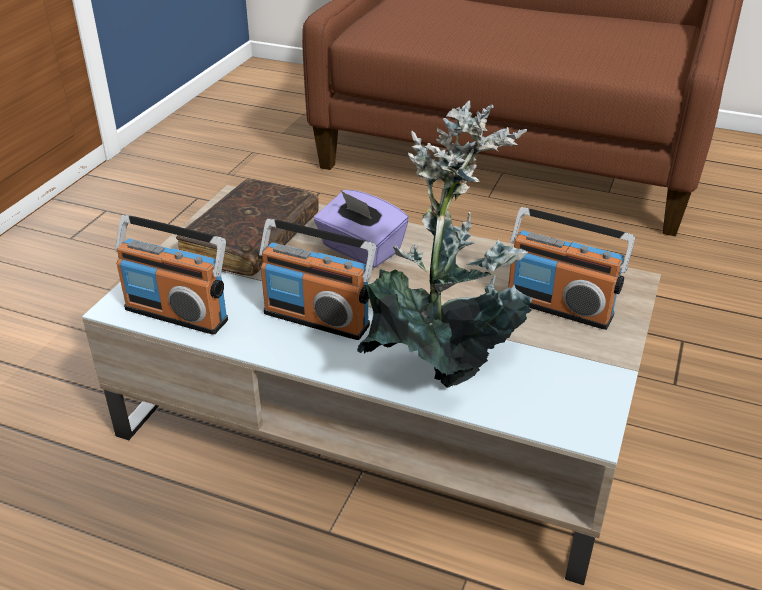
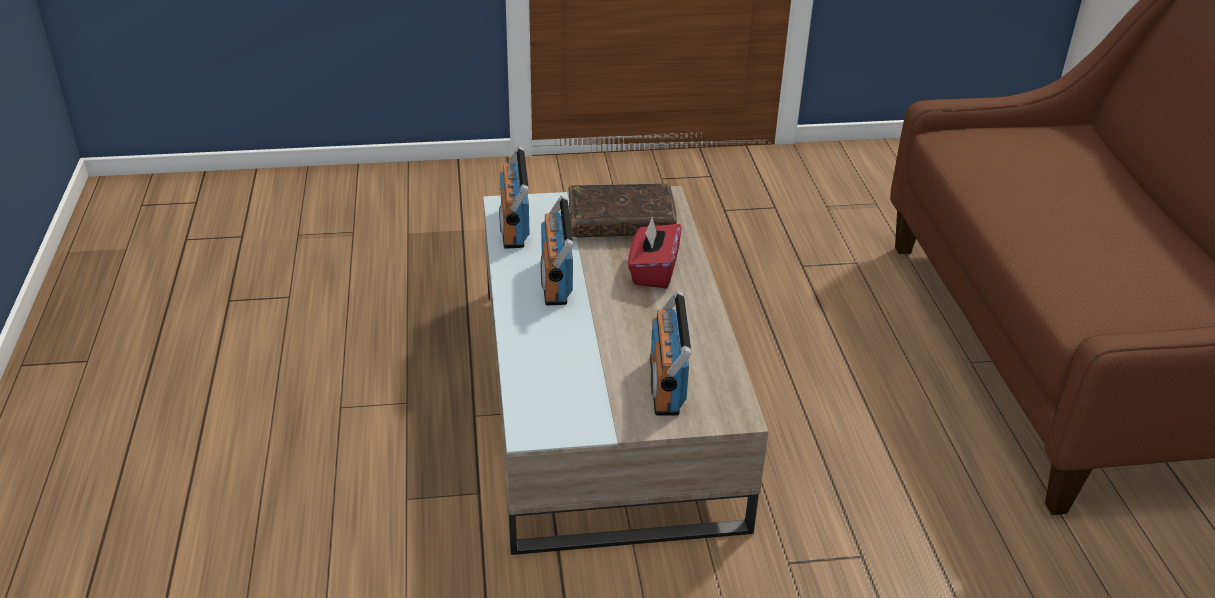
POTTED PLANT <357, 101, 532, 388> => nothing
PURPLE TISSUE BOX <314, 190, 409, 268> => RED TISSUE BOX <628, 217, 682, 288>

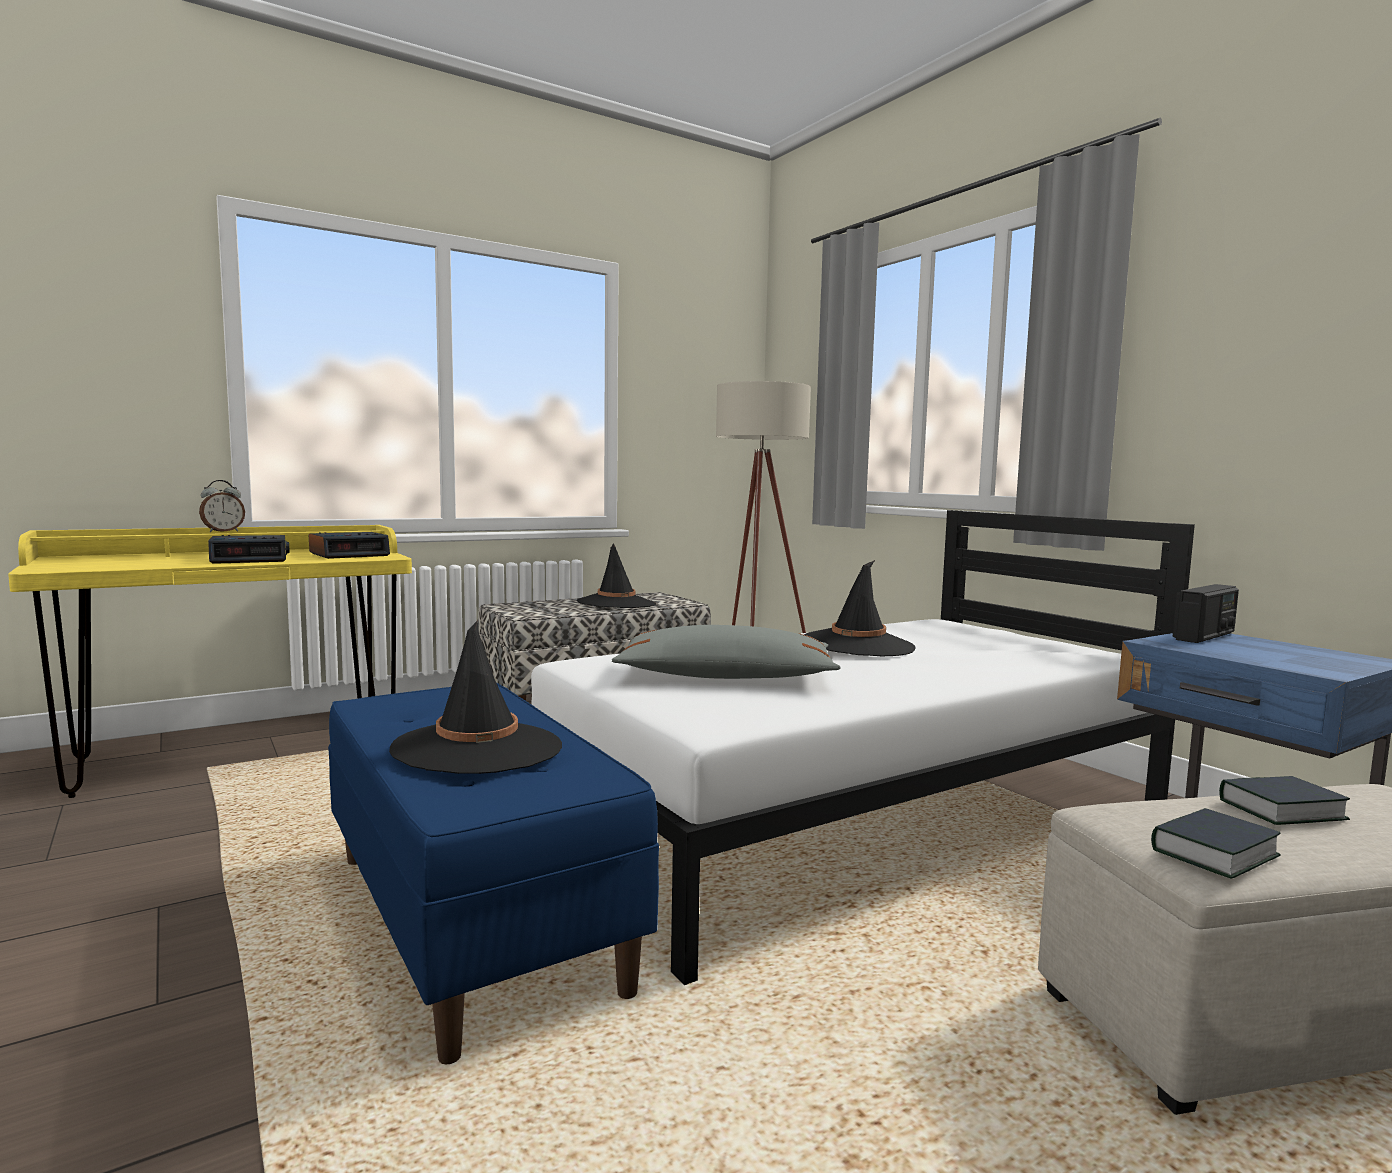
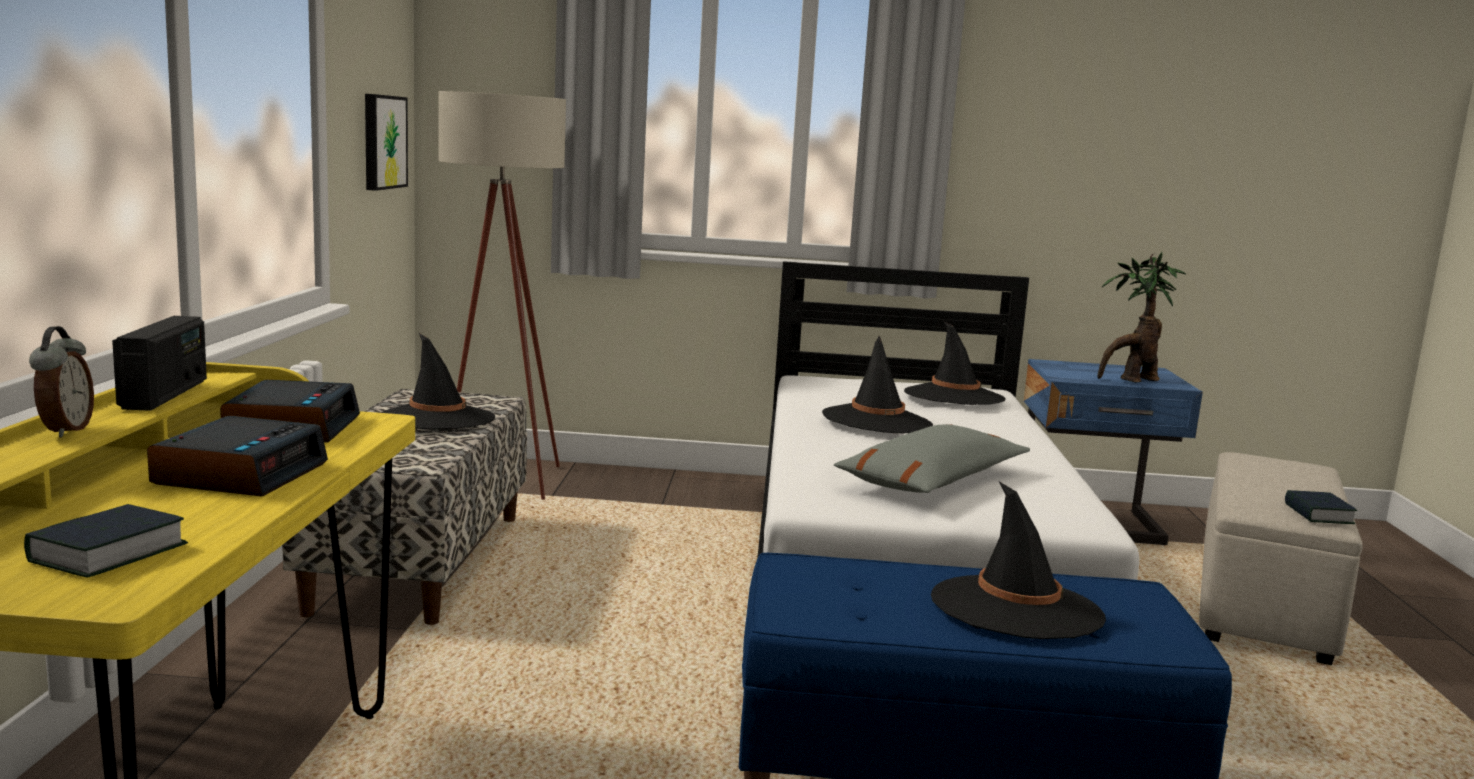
nothing => PICTURE <365, 94, 408, 191>
nothing => BLACK HAT <904, 321, 1005, 405>
nothing => POTTED PLANT <1098, 252, 1186, 383>
RADIO <1173, 584, 1239, 643> => RADIO <112, 316, 207, 411>, moved
BOOK <1219, 776, 1350, 825> => BOOK <24, 504, 188, 577>, moved

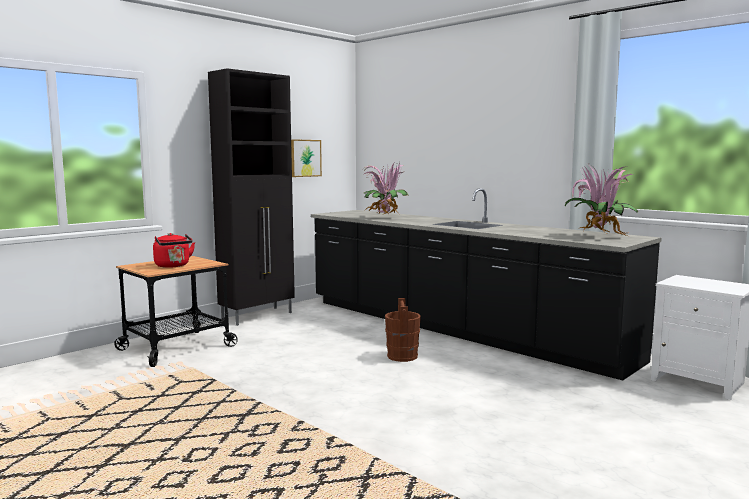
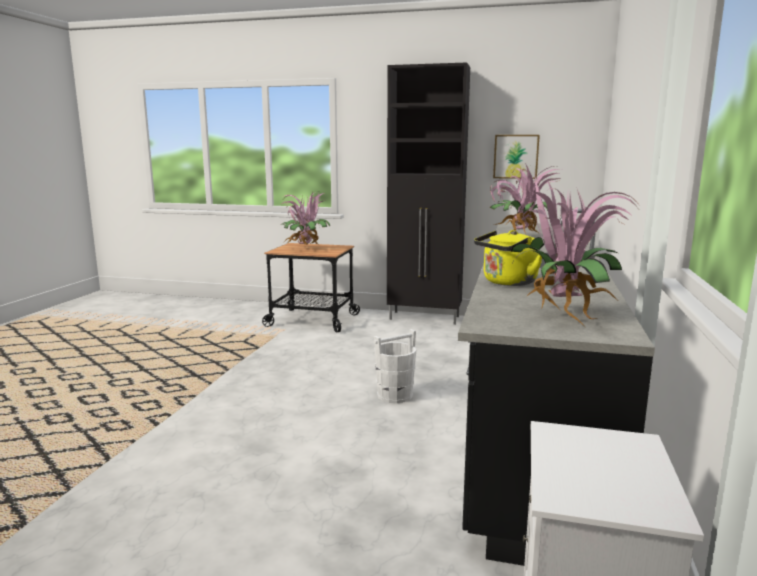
nothing => YELLOW KETTLE <474, 230, 542, 286>
RED KETTLE <153, 233, 195, 268> => POTTED PLANT <281, 192, 330, 246>
BROWN BUCKET <385, 298, 421, 362> => WHITE BUCKET <374, 329, 416, 403>

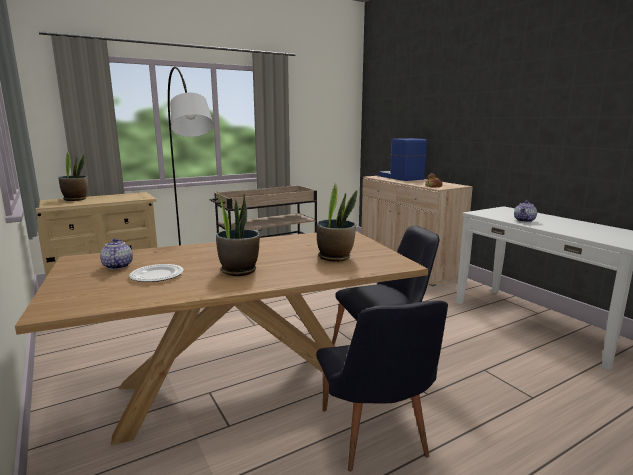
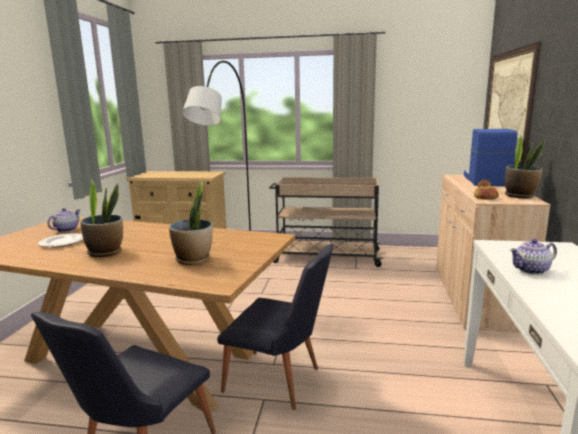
nothing => PICTURE <485, 42, 541, 165>
POTTED PLANT <59, 151, 88, 201> => POTTED PLANT <505, 134, 545, 198>, moved

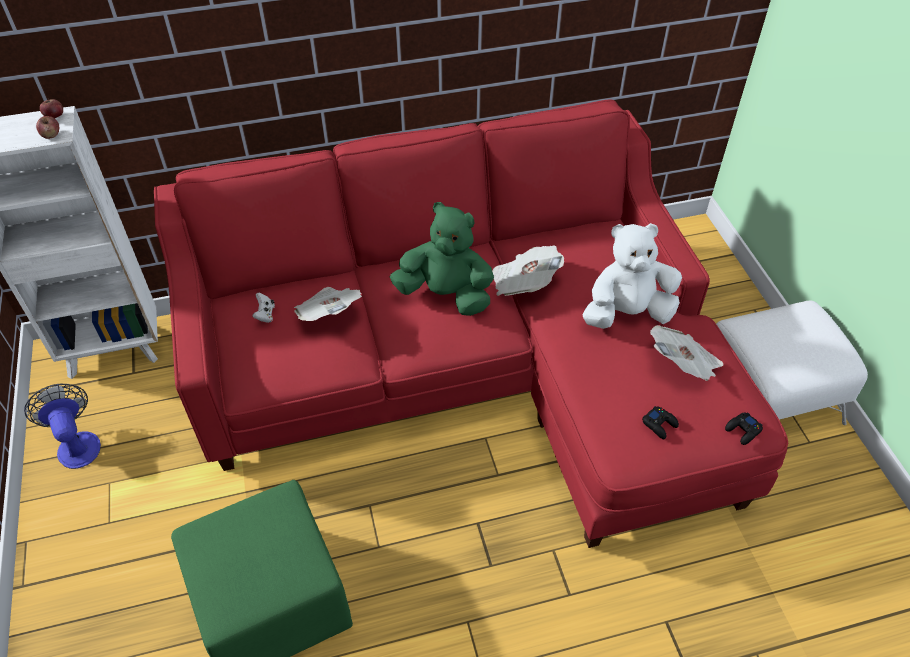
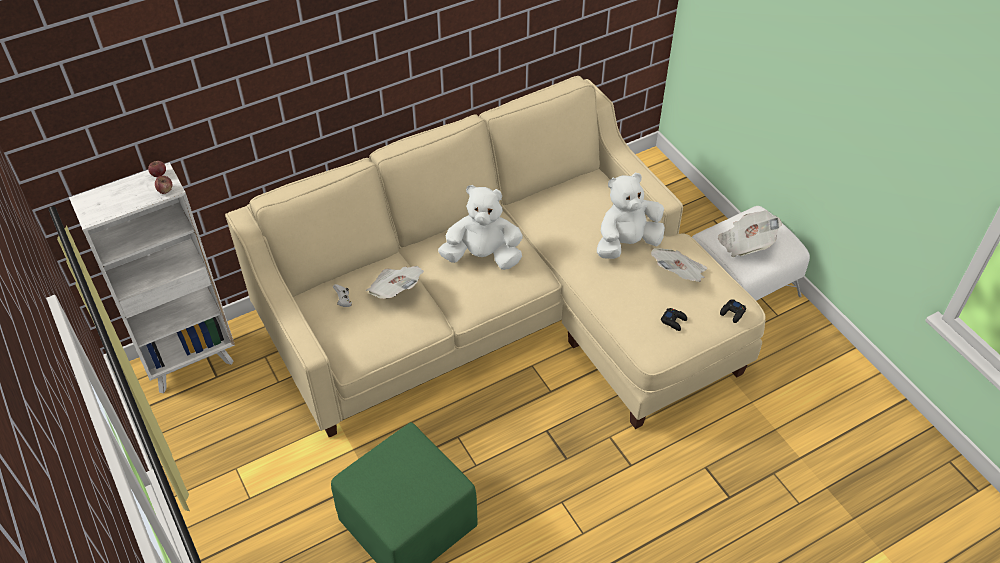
FAN <24, 384, 101, 469> => nothing
NEWSPAPER <492, 245, 564, 296> => NEWSPAPER <718, 210, 782, 257>, moved
RED SOFA <154, 99, 788, 548> => BEIGE SOFA <225, 76, 765, 438>
GREEN PLUSH TOY <390, 202, 494, 316> => WHITE PLUSH TOY <438, 185, 523, 270>

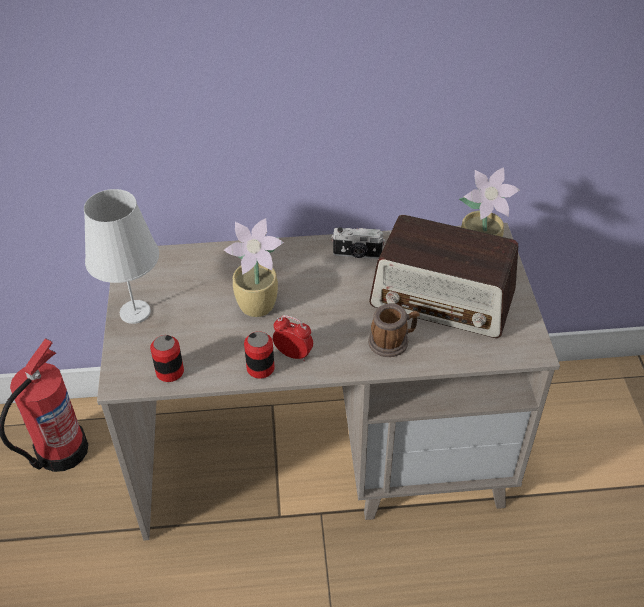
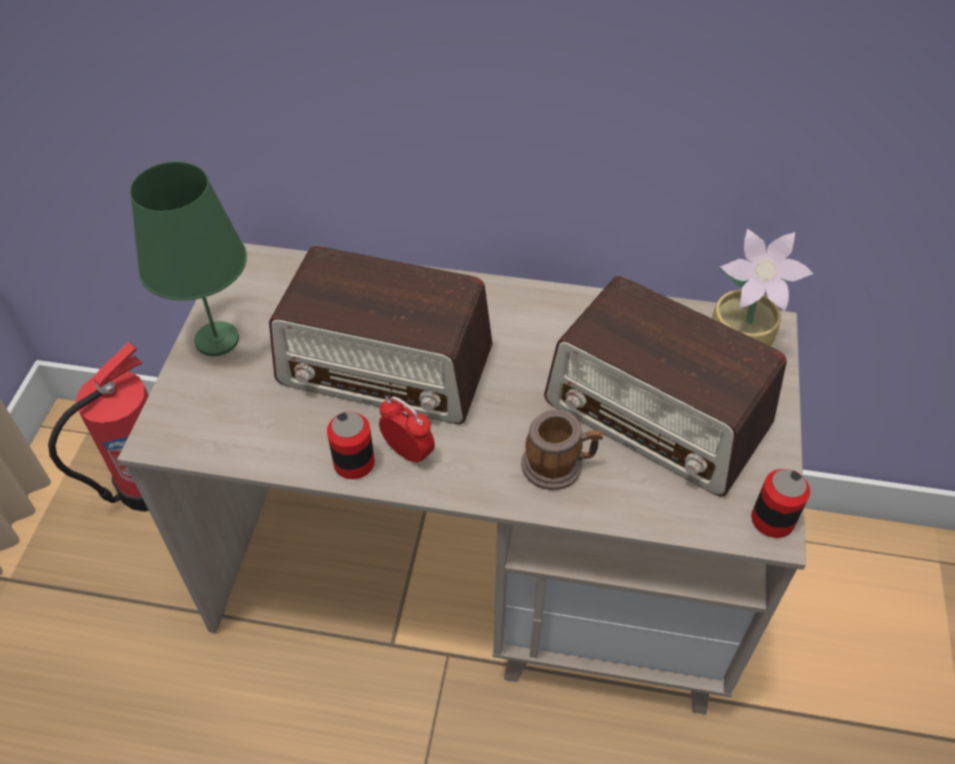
PHOTO CAMERA <331, 227, 385, 259> => nothing
CAN <150, 335, 184, 382> => CAN <751, 469, 810, 538>, moved
POTTED PLANT <224, 218, 284, 317> => RADIO <269, 246, 493, 424>
WHITE TABLE LAMP <84, 189, 159, 324> => GREEN TABLE LAMP <130, 161, 247, 356>

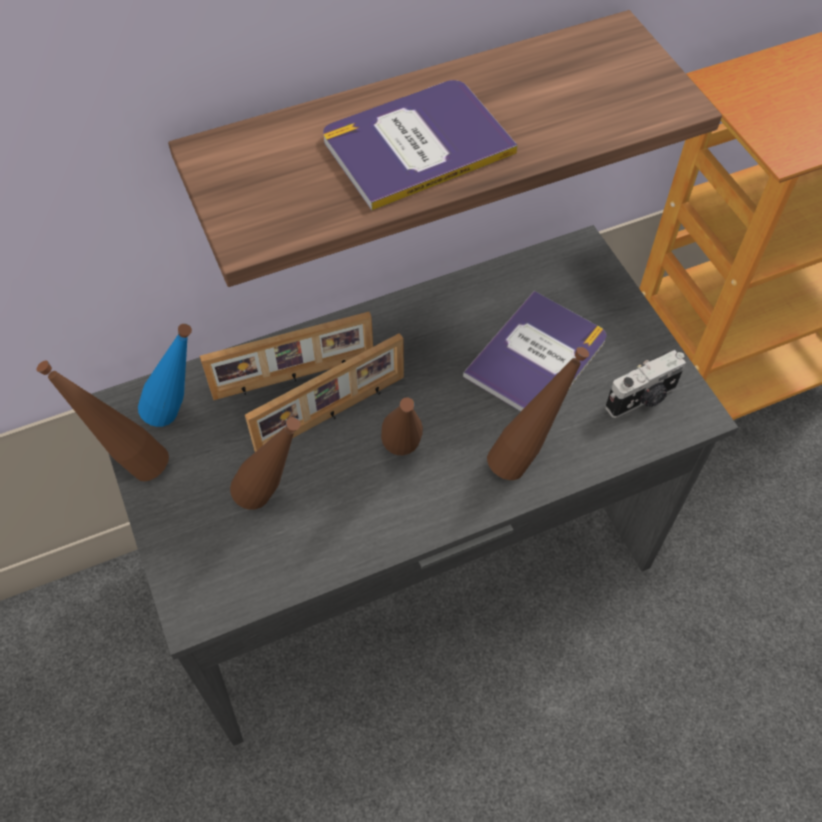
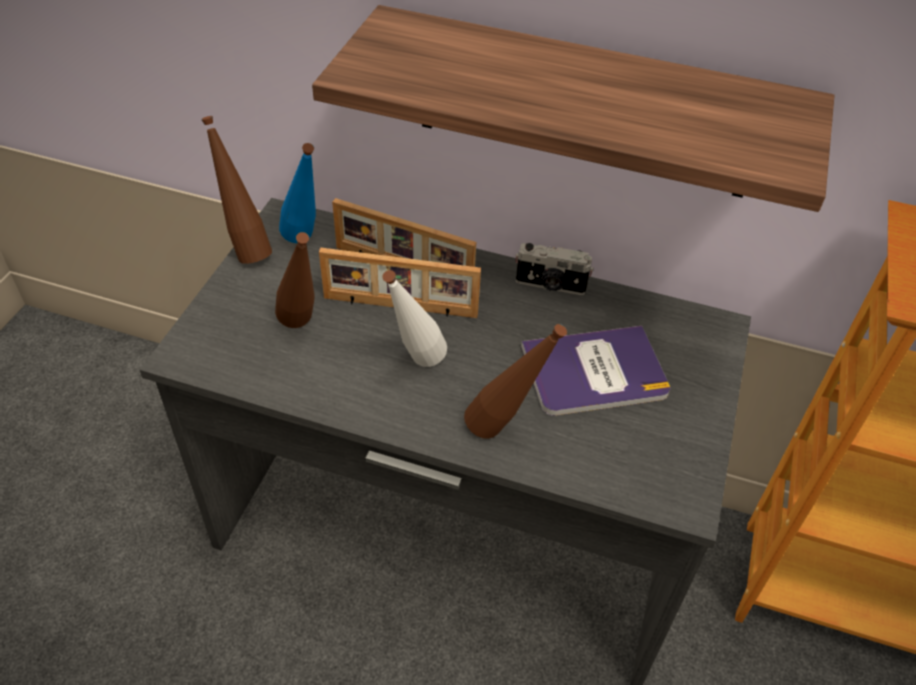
BOOK <323, 80, 518, 210> => nothing
PHOTO CAMERA <605, 350, 686, 418> => PHOTO CAMERA <515, 243, 594, 295>, moved
BROWN BOTTLE <381, 397, 423, 455> => WHITE BOTTLE <382, 270, 447, 367>

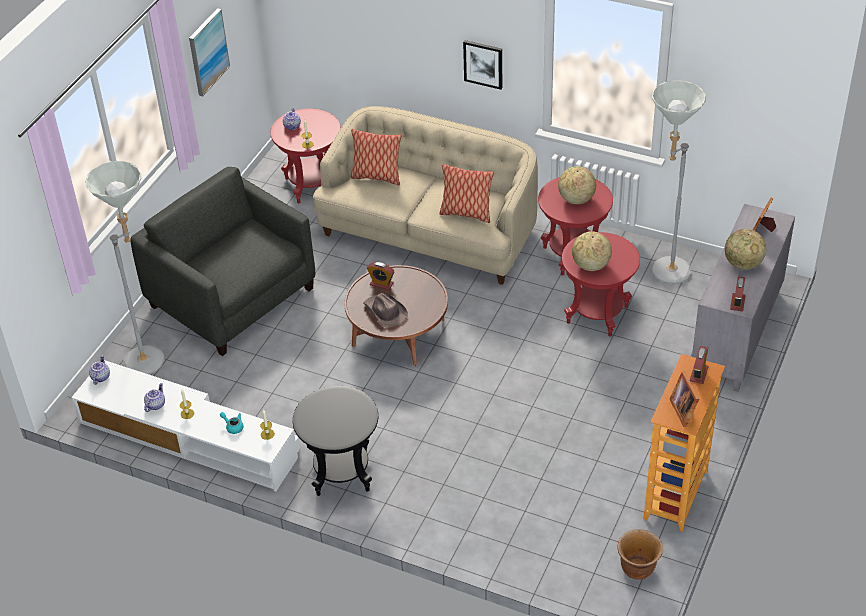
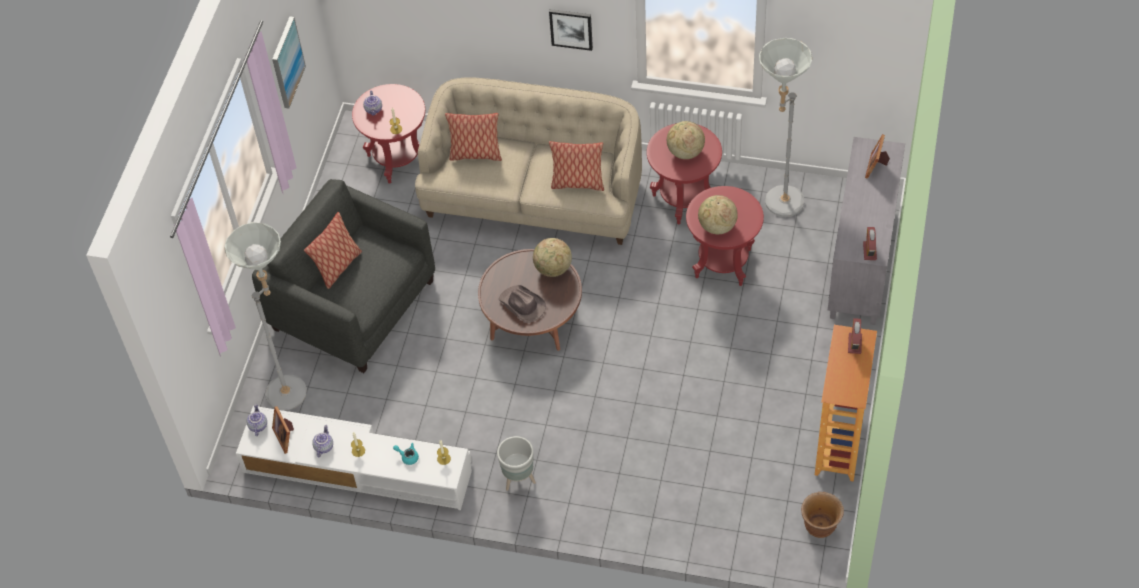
ALARM CLOCK <367, 262, 395, 290> => nothing
nothing => PILLOW <304, 212, 362, 289>
PICTURE FRAME <669, 372, 699, 427> => PICTURE FRAME <272, 406, 294, 454>, moved
GLOBE <725, 229, 767, 270> => GLOBE <533, 238, 572, 277>, moved
BLACK SIDE TABLE <293, 386, 378, 496> => GREY PLANTER <497, 436, 536, 491>

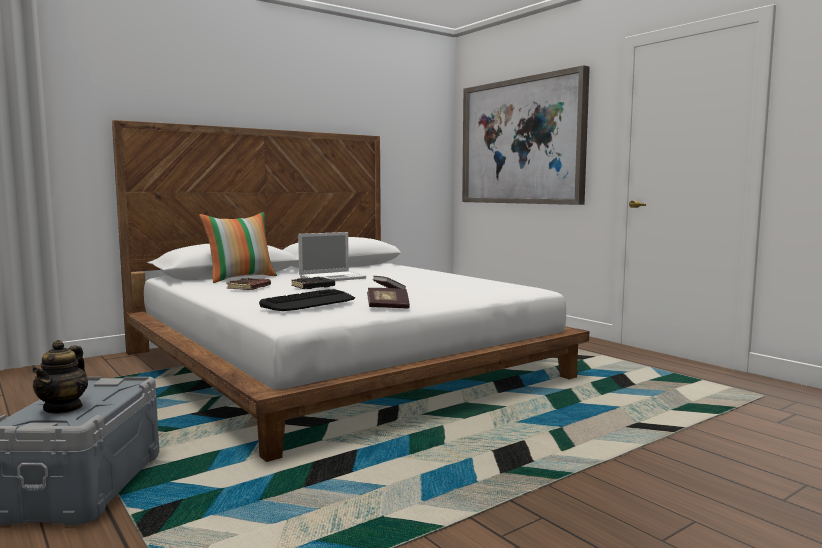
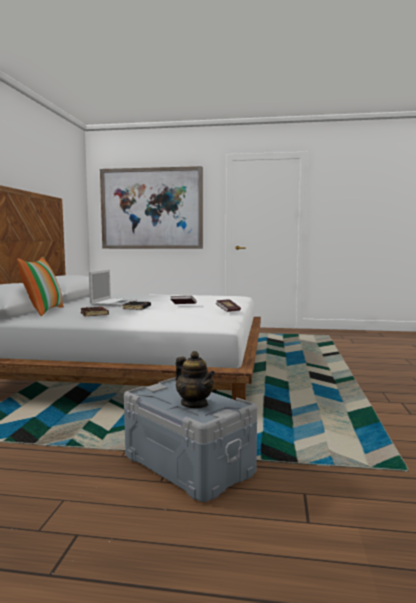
KEYBOARD <259, 289, 355, 311> => nothing

